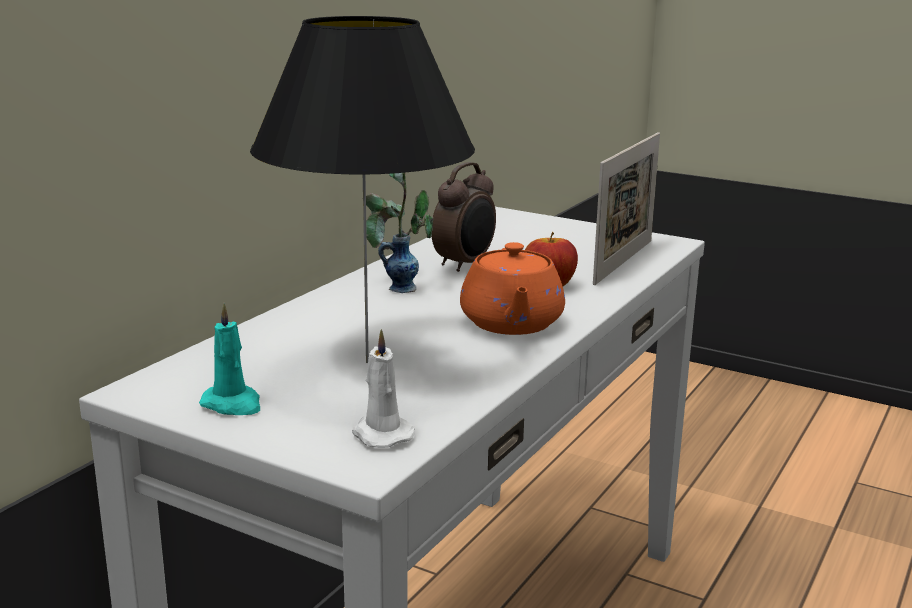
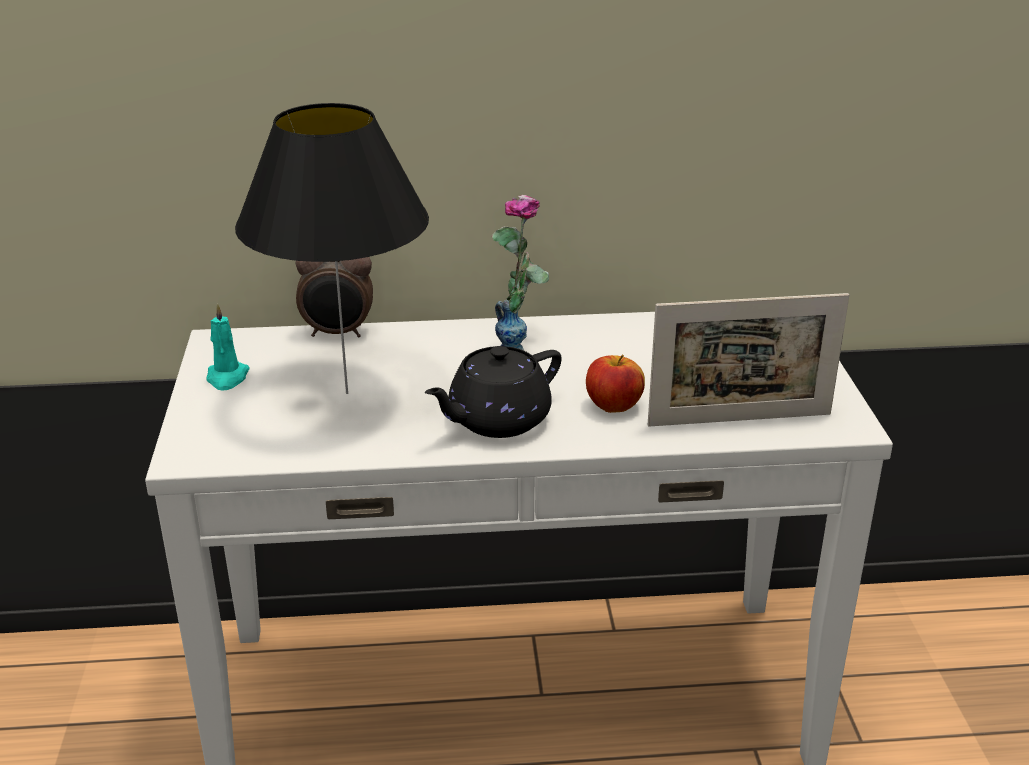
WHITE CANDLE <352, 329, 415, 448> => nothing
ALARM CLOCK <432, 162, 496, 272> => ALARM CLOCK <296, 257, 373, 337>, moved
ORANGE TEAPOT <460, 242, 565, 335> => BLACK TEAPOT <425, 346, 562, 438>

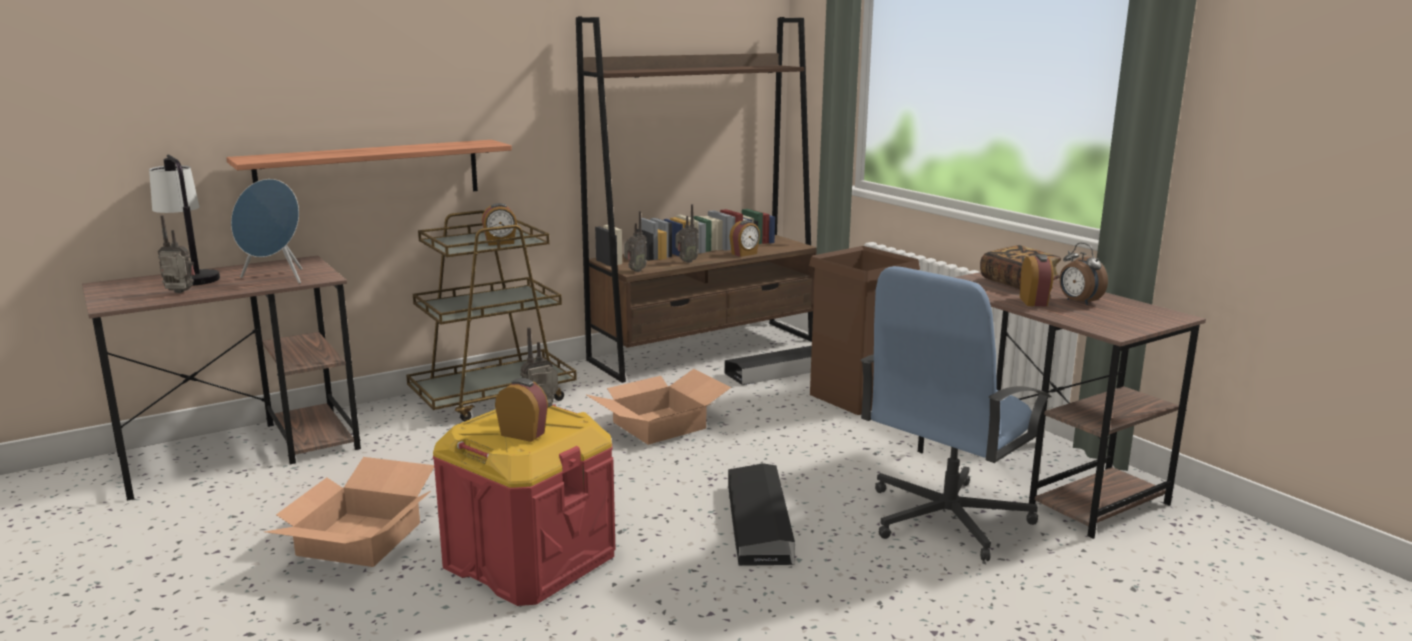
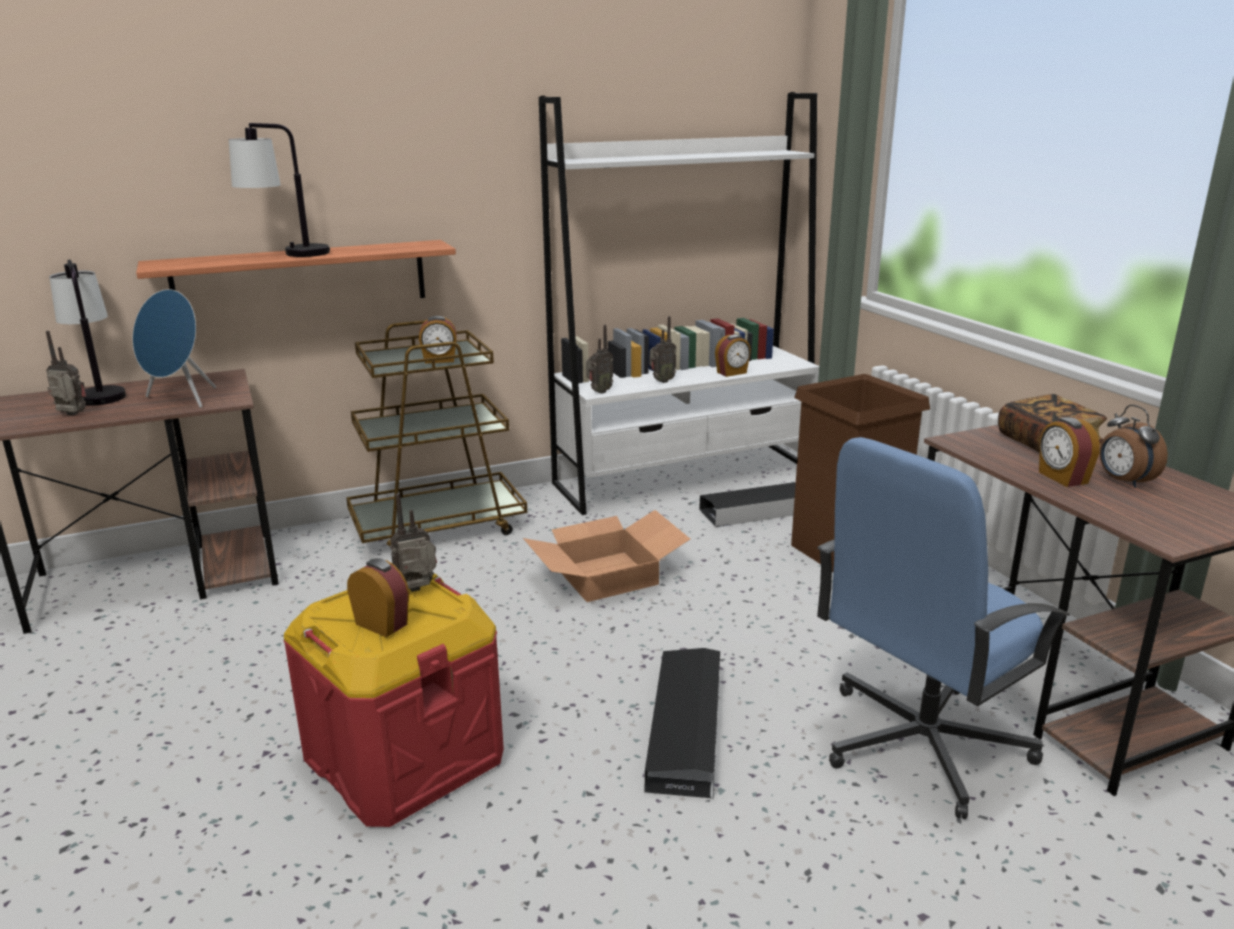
CARDBOARD BOX <264, 457, 434, 567> => nothing
nothing => TABLE LAMP <229, 123, 330, 257>
BROWN BOOKCASE <576, 16, 817, 383> => WHITE BOOKCASE <539, 92, 819, 515>
ALARM CLOCK <1020, 254, 1054, 306> => ALARM CLOCK <1039, 417, 1100, 487>, 150 degrees clockwise

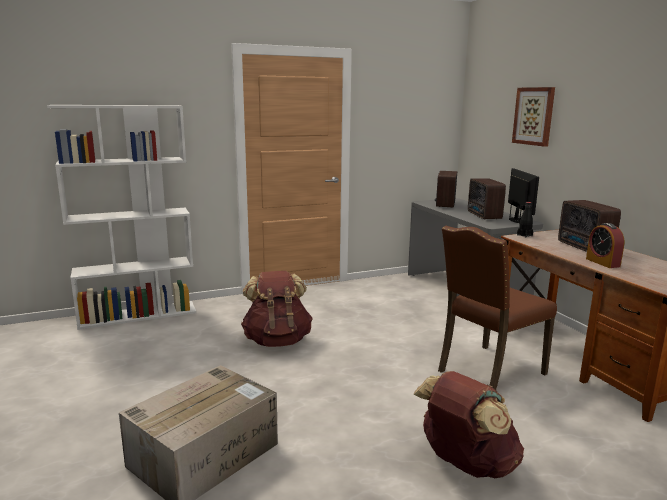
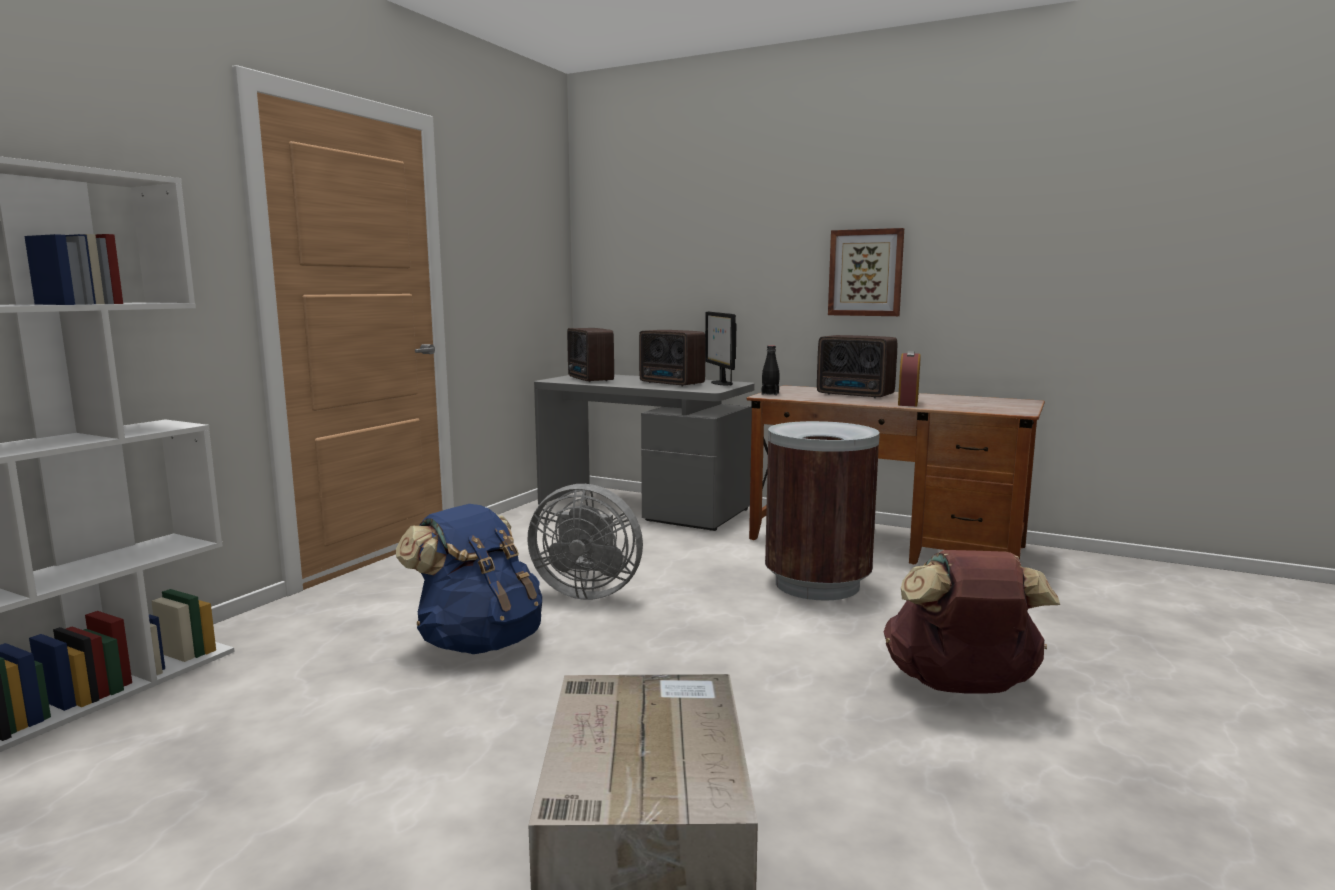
nothing => GREY FAN <527, 484, 643, 600>
PICTURE <512, 87, 555, 147> => PICTURE <828, 228, 904, 316>, moved
BROWN CHAIR <438, 226, 557, 390> => BROWN TRASH CAN <765, 421, 880, 601>
BROWN BACKPACK <241, 271, 313, 347> => BLUE BACKPACK <396, 504, 542, 654>
MONITOR <508, 168, 539, 223> => MONITOR <705, 311, 736, 386>, 150 degrees counterclockwise
ALARM CLOCK <586, 223, 625, 268> => ALARM CLOCK <898, 351, 921, 406>, 75 degrees clockwise

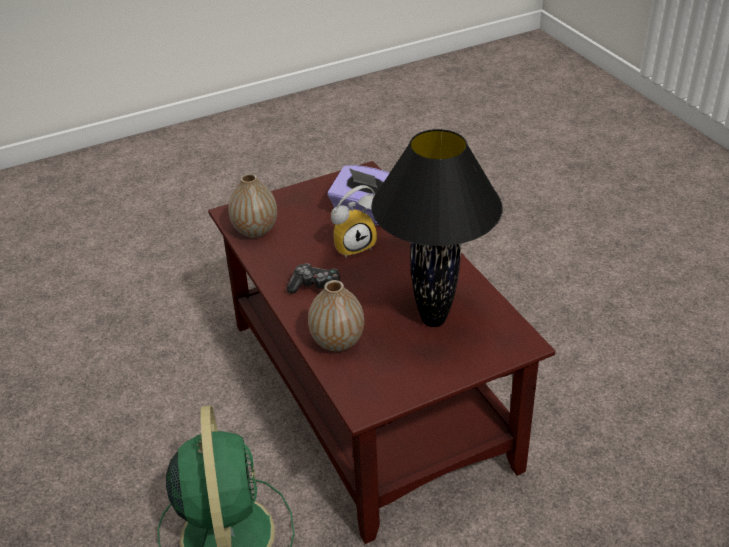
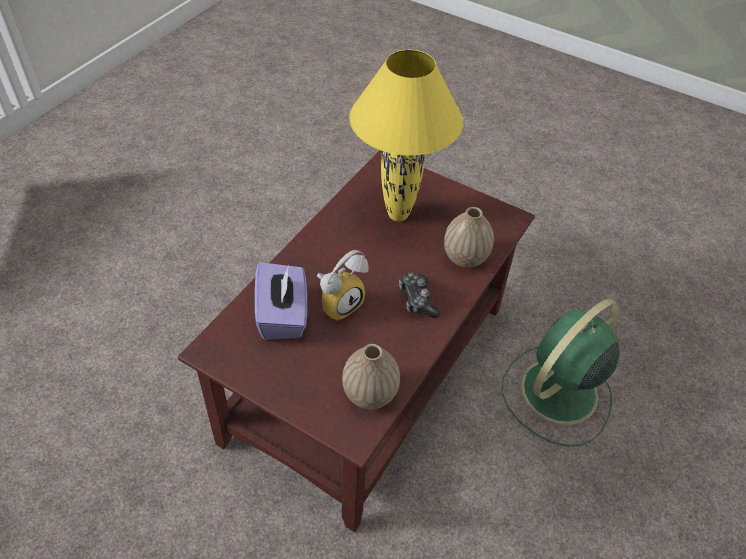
BLACK TABLE LAMP <371, 129, 503, 327> => YELLOW TABLE LAMP <349, 49, 463, 221>
ALARM CLOCK <331, 185, 377, 258> => ALARM CLOCK <317, 250, 369, 321>, 105 degrees clockwise

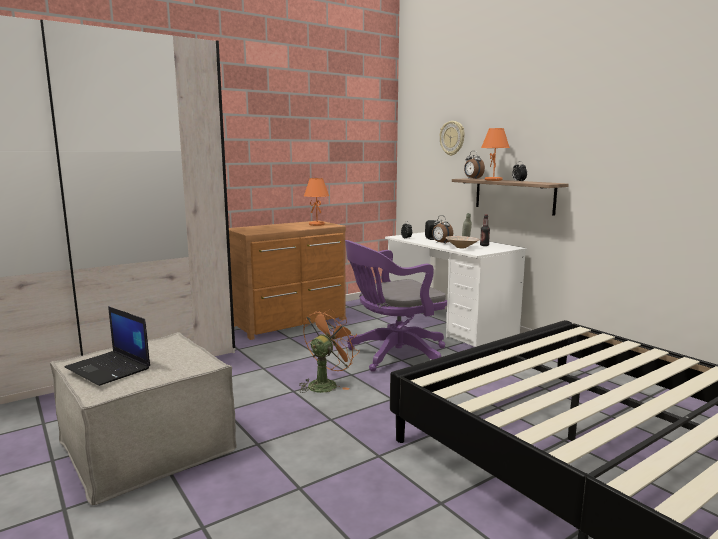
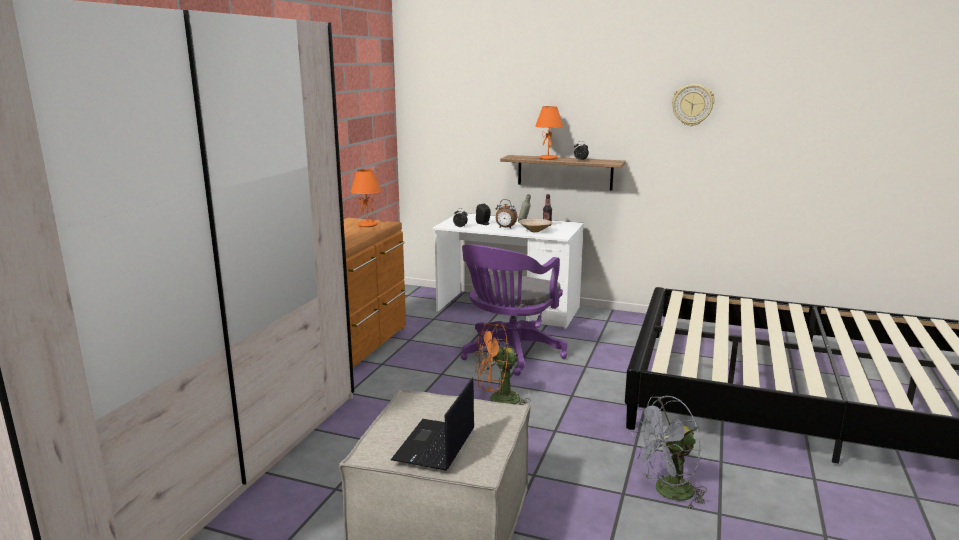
ALARM CLOCK <464, 151, 485, 179> => nothing
nothing => GREY FAN <631, 396, 707, 509>
WALL CLOCK <440, 121, 465, 156> => WALL CLOCK <672, 84, 715, 126>, moved
LAPTOP <65, 306, 150, 386> => LAPTOP <391, 378, 474, 471>, 105 degrees clockwise
ORANGE FAN <299, 309, 360, 393> => ORANGE FAN <475, 323, 531, 405>, 105 degrees counterclockwise

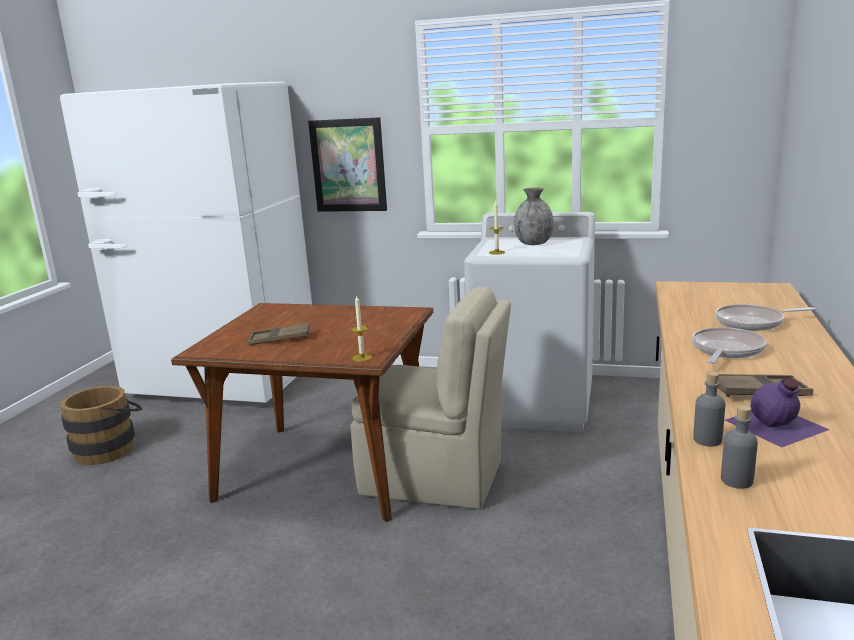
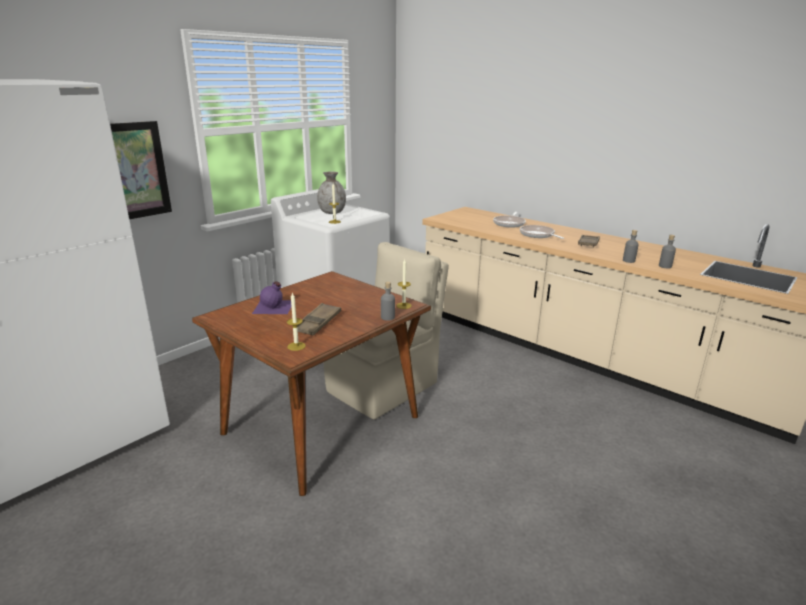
BROWN BUCKET <60, 386, 142, 465> => nothing
nothing => CANDLE <287, 292, 306, 351>
nothing => GREY BOTTLE <381, 282, 395, 321>
PURPLE BOTTLE <725, 378, 830, 448> => PURPLE BOTTLE <252, 281, 291, 314>, moved

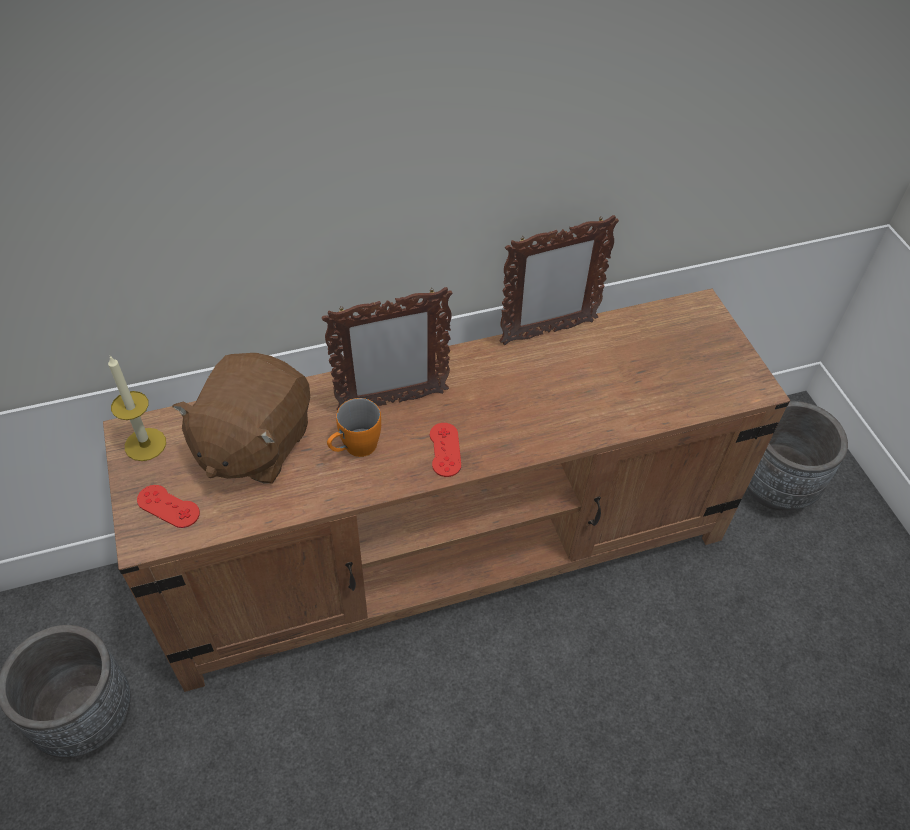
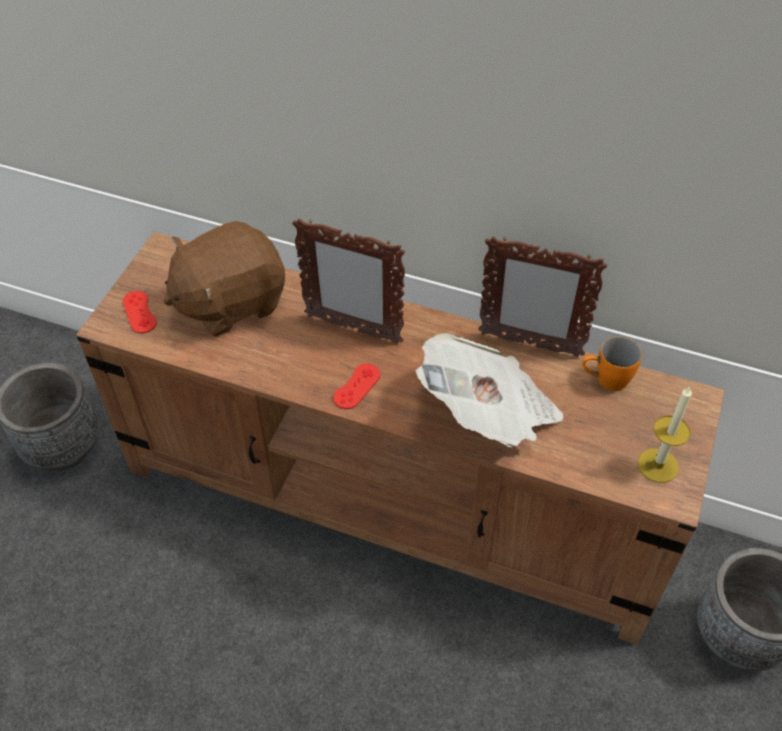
nothing => NEWSPAPER <415, 333, 563, 448>
CANDLE <108, 356, 166, 461> => CANDLE <638, 386, 692, 483>, moved
ORANGE MUG <327, 398, 381, 457> => ORANGE MUG <582, 336, 642, 391>, moved

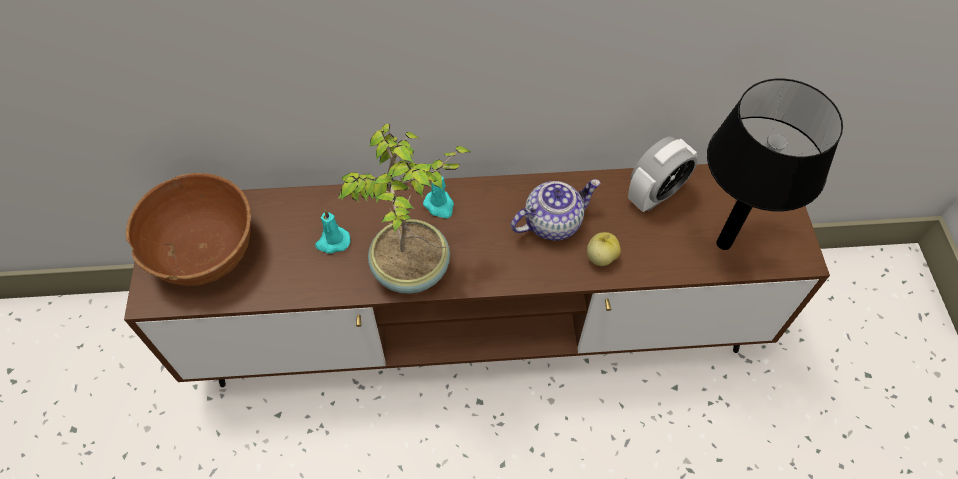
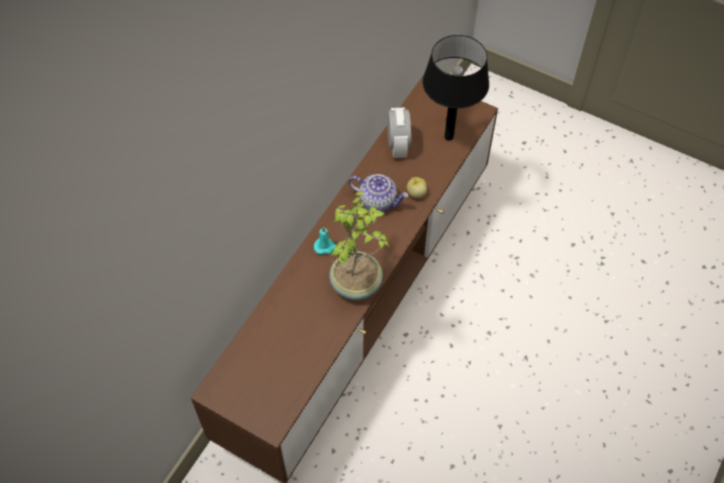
BROWN BOWL <126, 173, 251, 286> => nothing
TURQUOISE CANDLE <315, 210, 351, 253> => nothing
TEAPOT <511, 179, 600, 241> => TEAPOT <348, 174, 409, 212>, 105 degrees clockwise

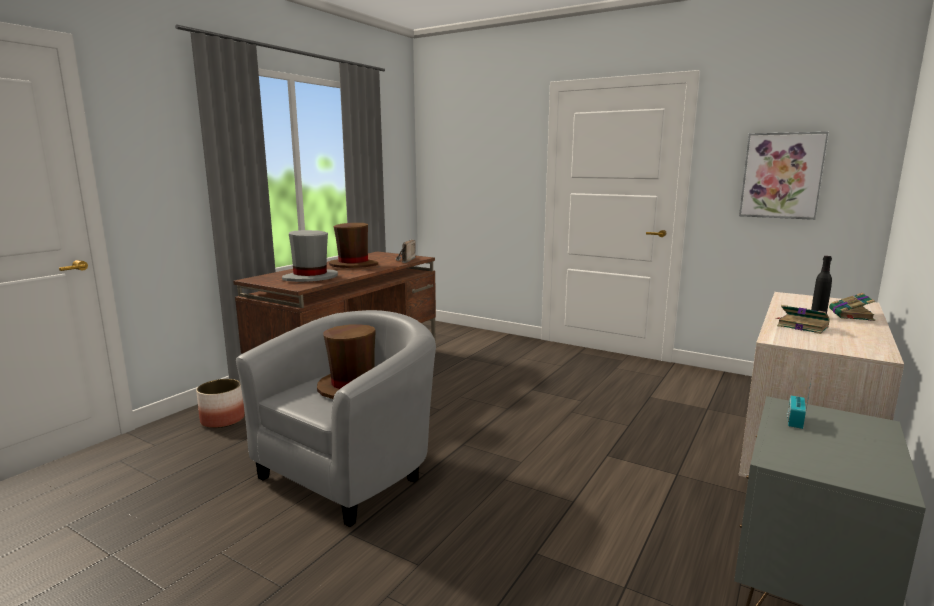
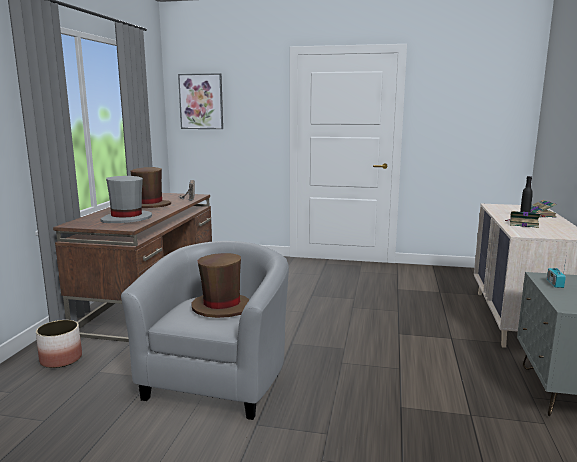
PICTURE <739, 132, 829, 220> => PICTURE <178, 73, 223, 129>, moved

